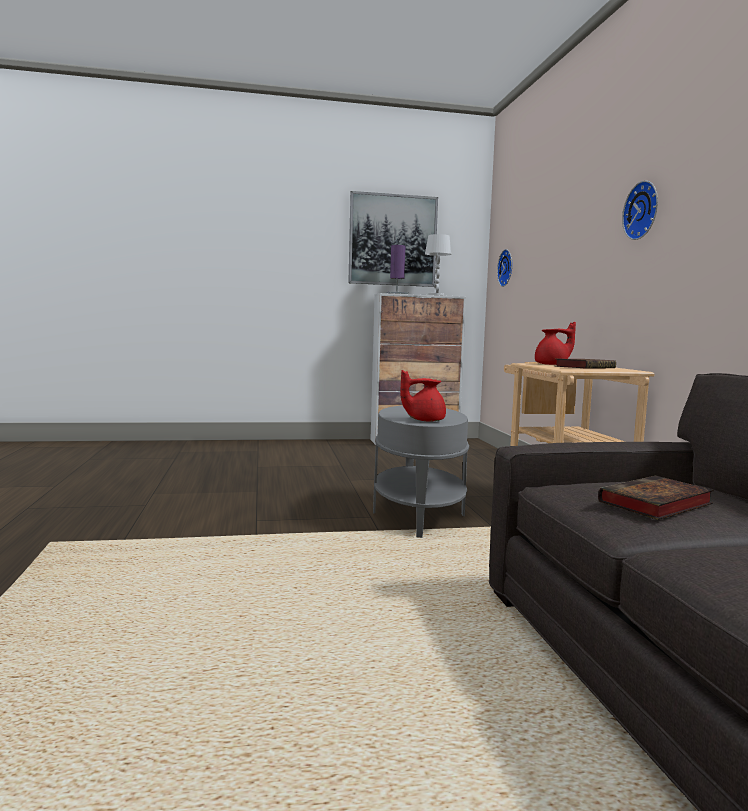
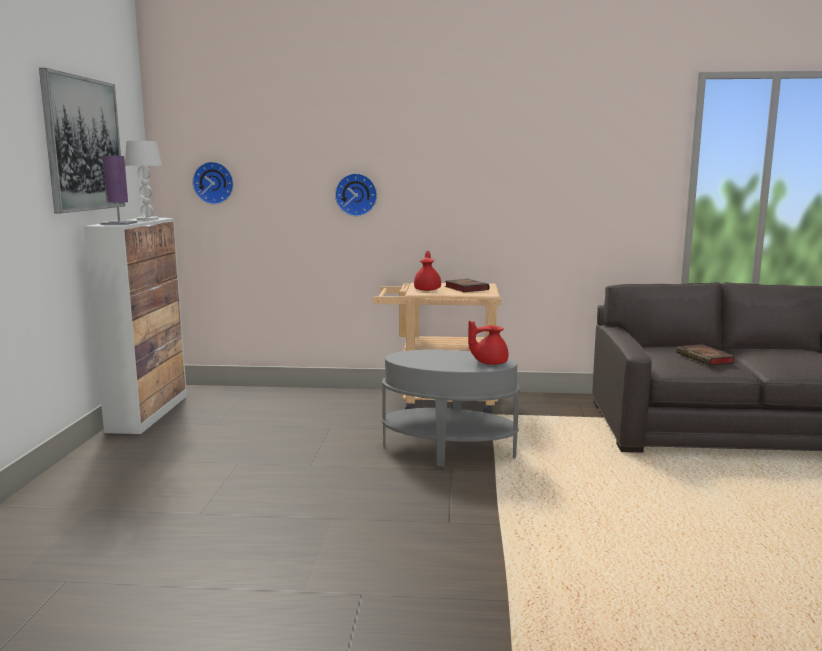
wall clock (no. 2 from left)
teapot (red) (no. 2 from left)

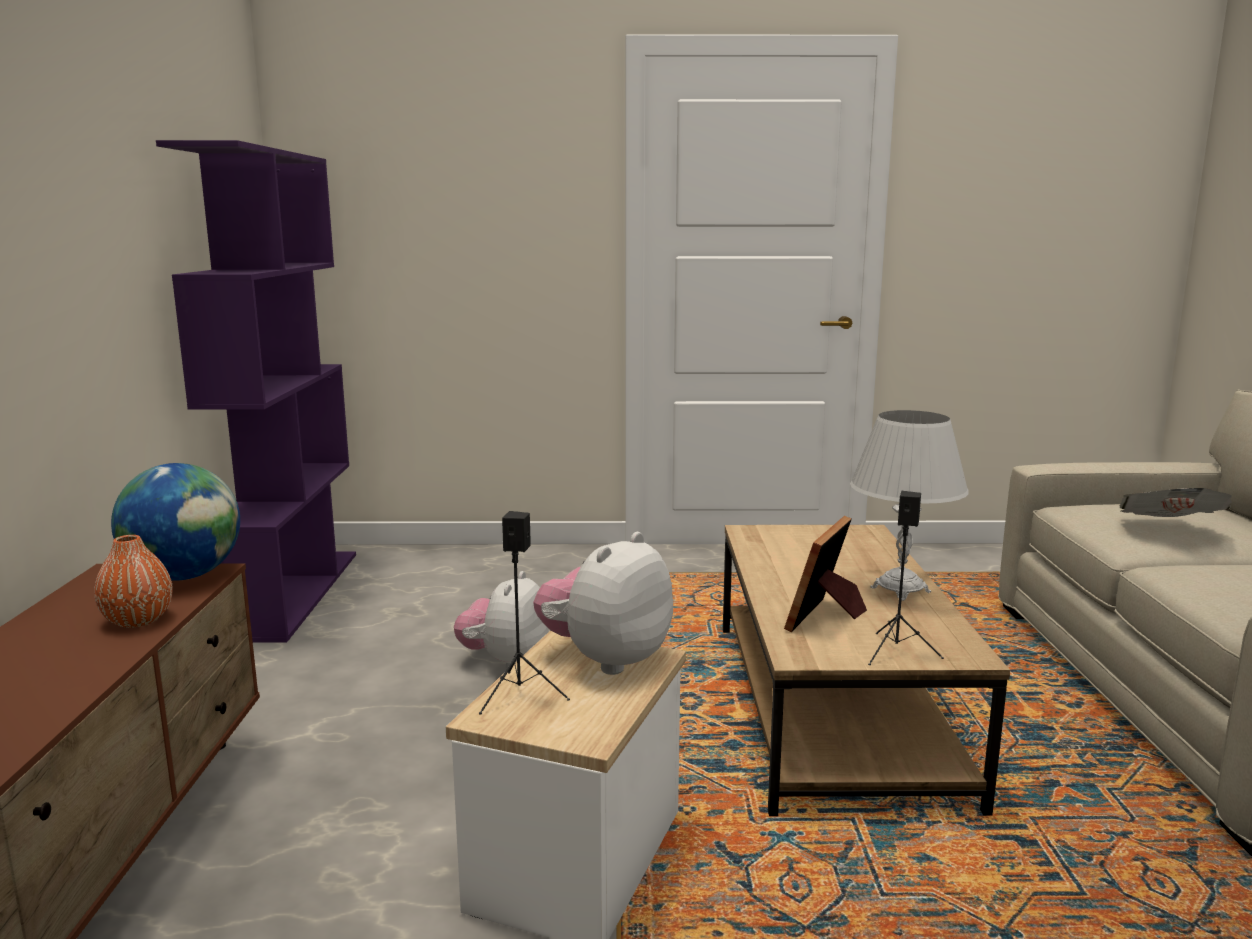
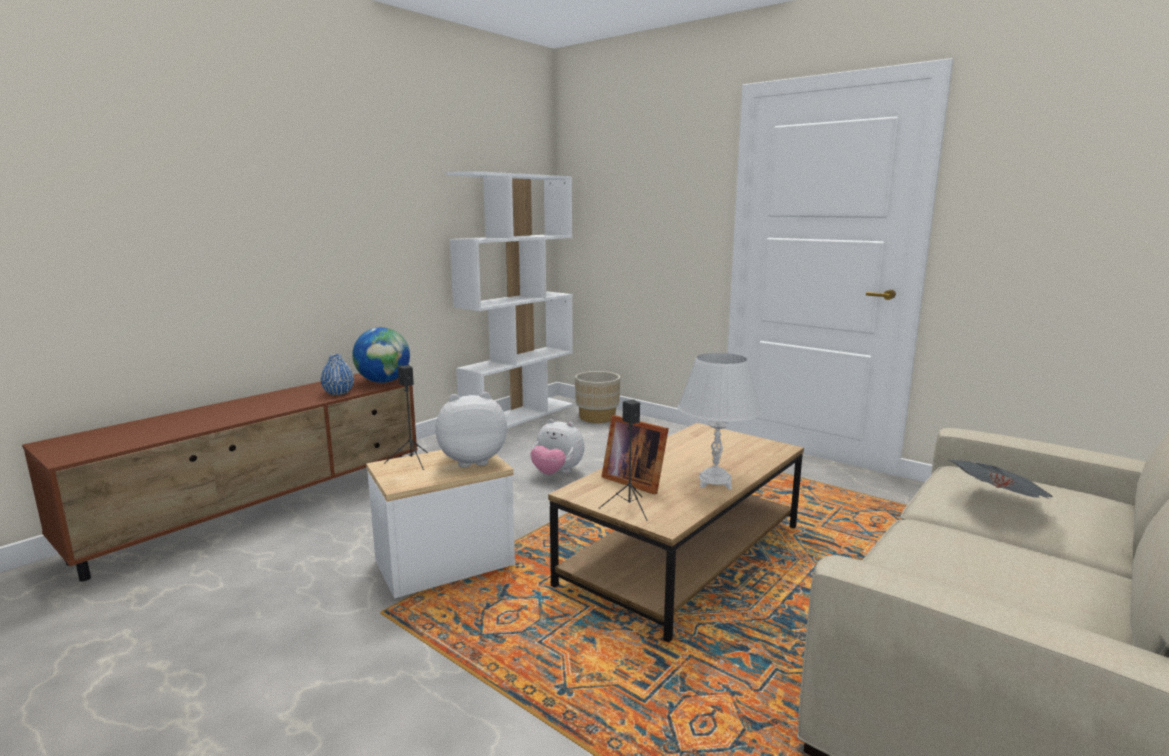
planter (beige)
vase (blue)
bookcase (white)
plush toy (no. 2 from left)
picture frame

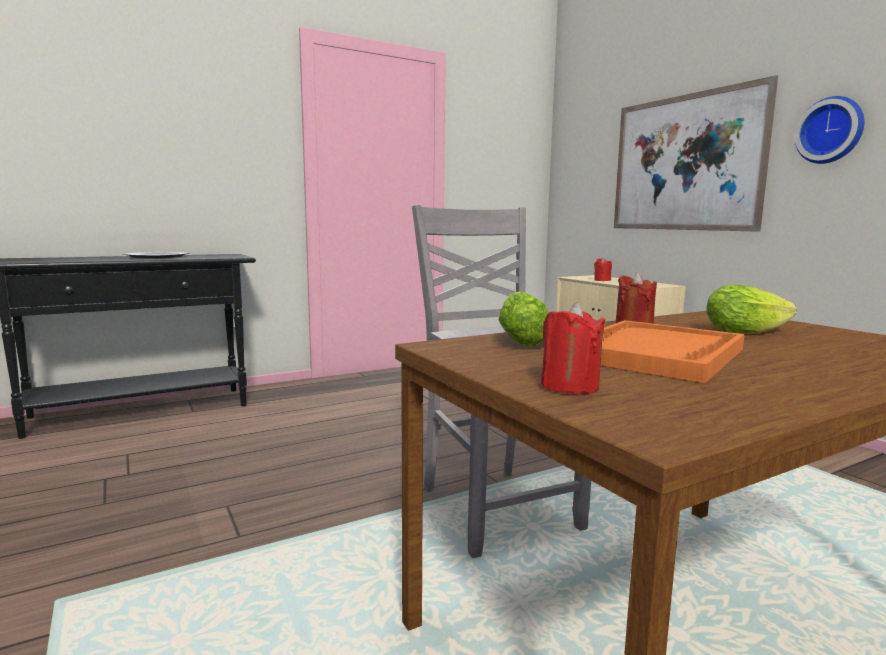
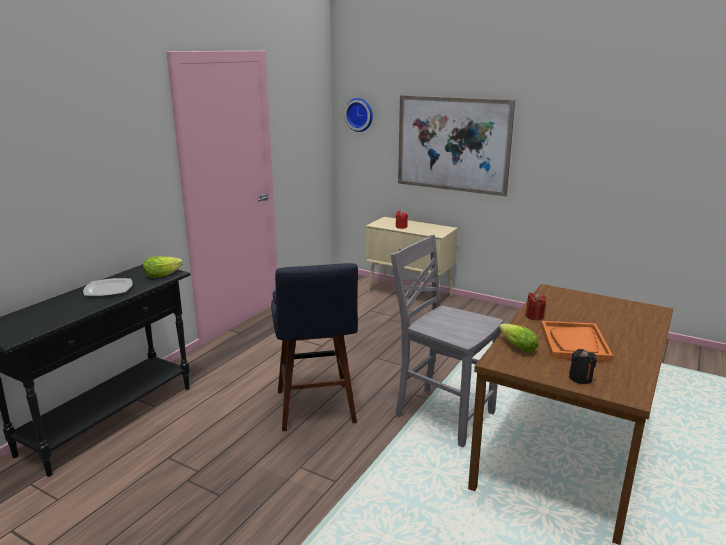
stool (blue)
lettuce (no. 1 from left)
wall clock
candle (black)

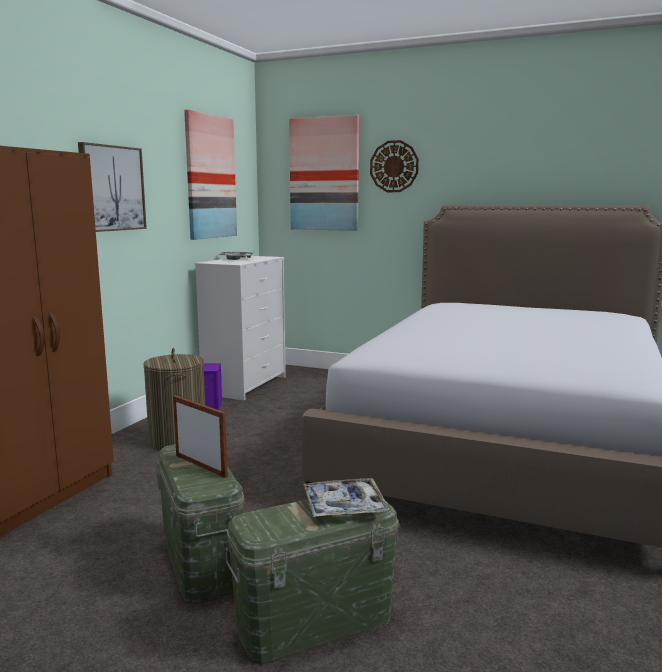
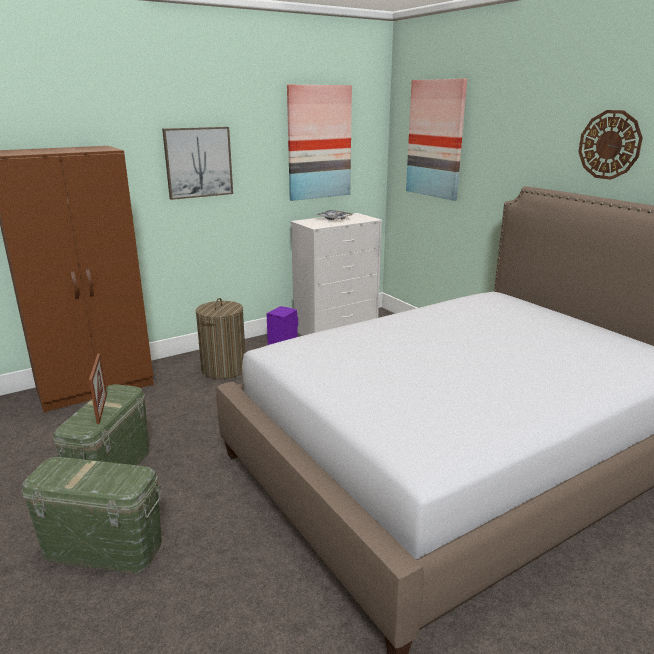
tray (no. 2 from left in the first image)
wall clock

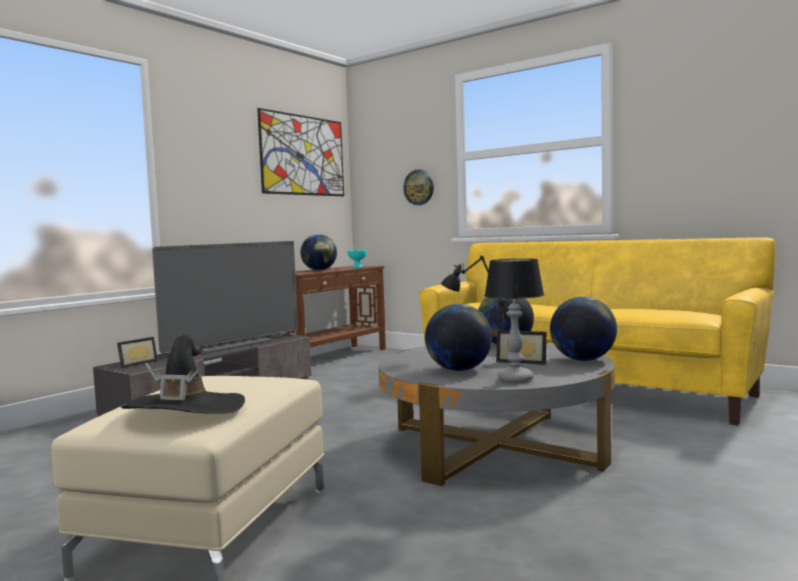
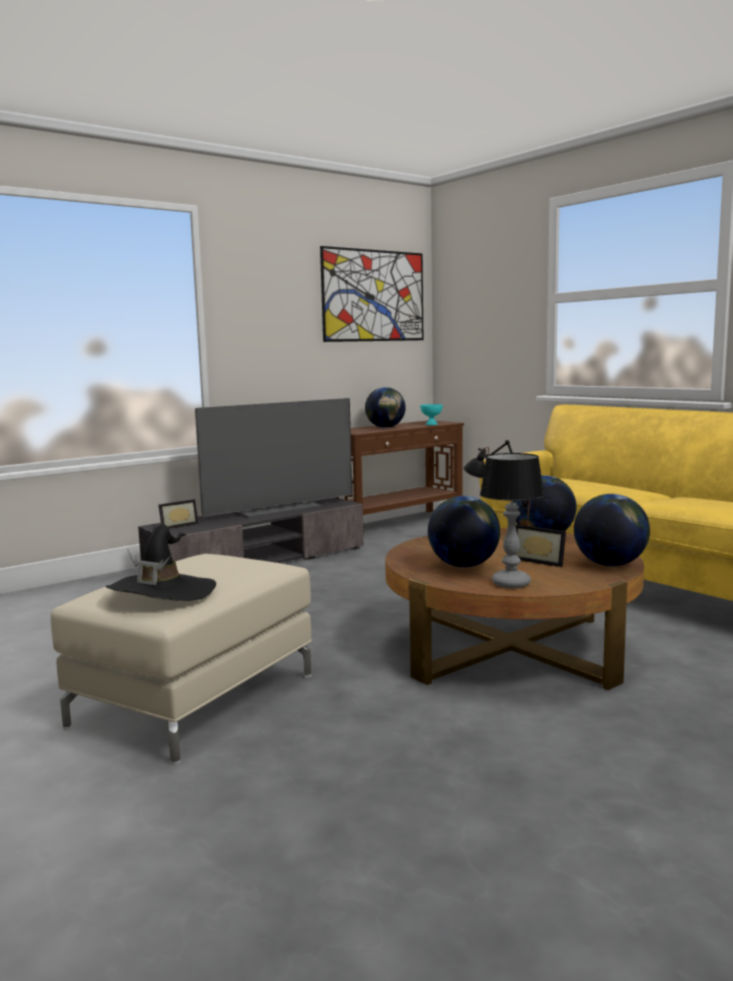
wall clock
coffee table (brown)

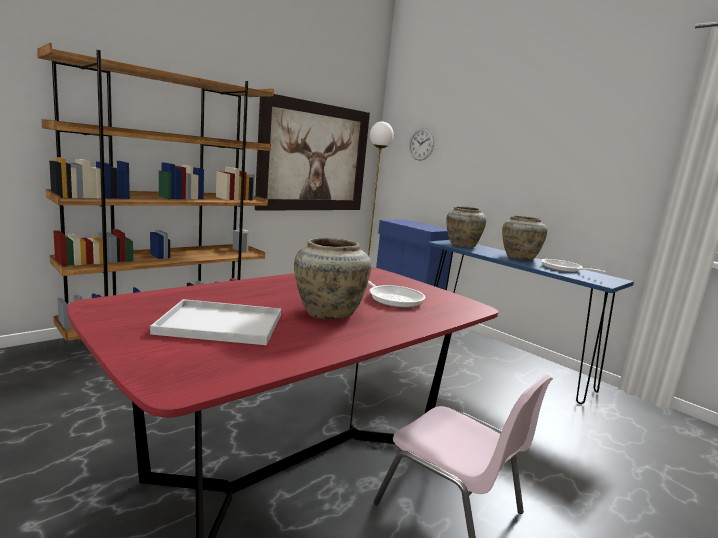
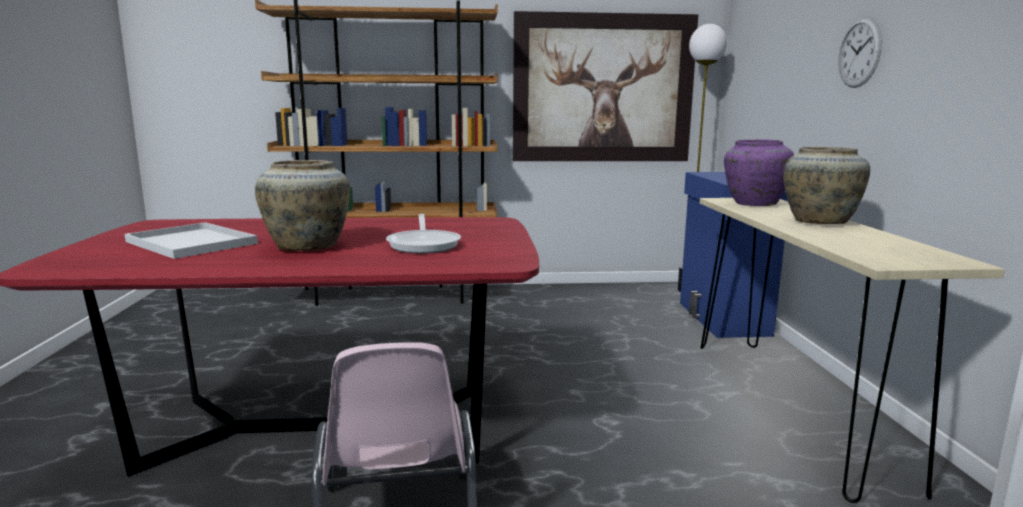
frying pan (no. 2 from left in the first image)
wall clock
console table (beige)
vase (purple)

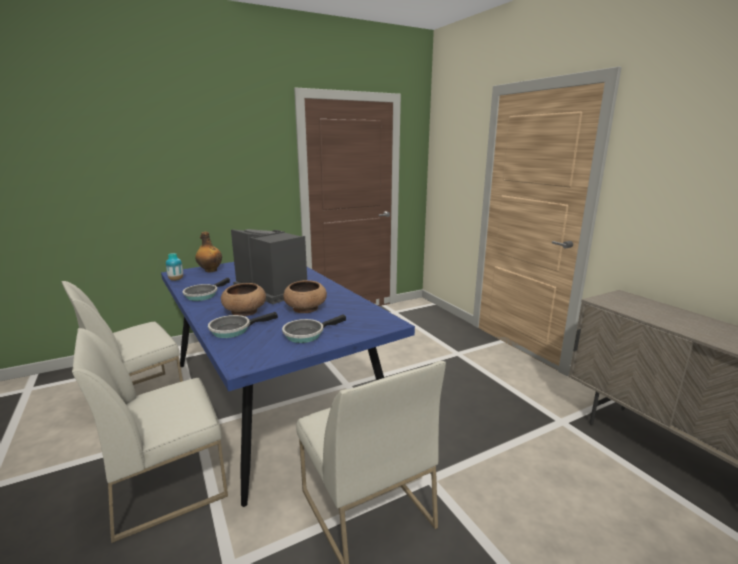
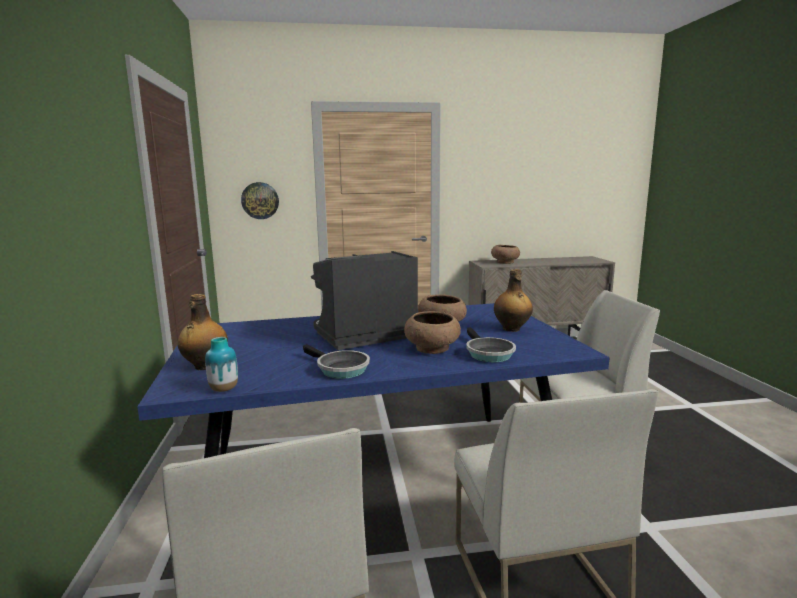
wall clock
bowl (brown) (no. 3 from left)
bottle (no. 2 from left)

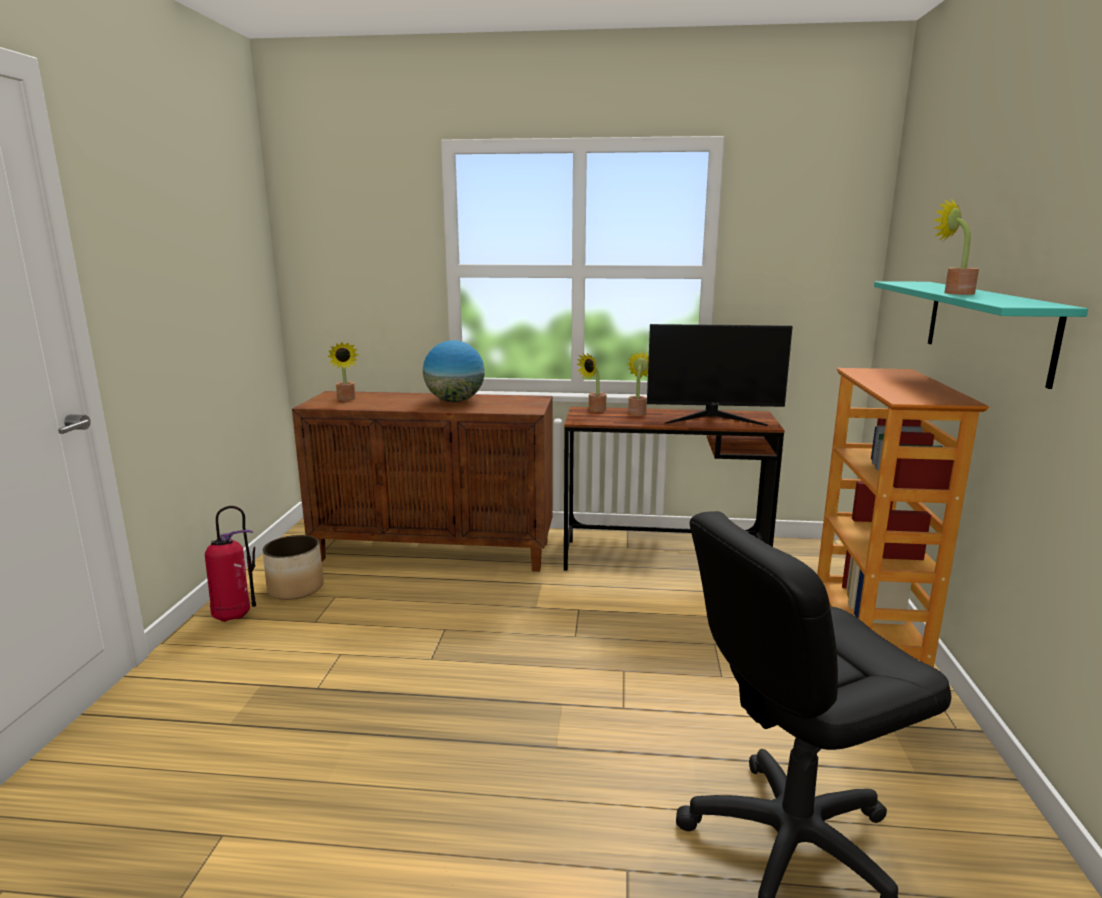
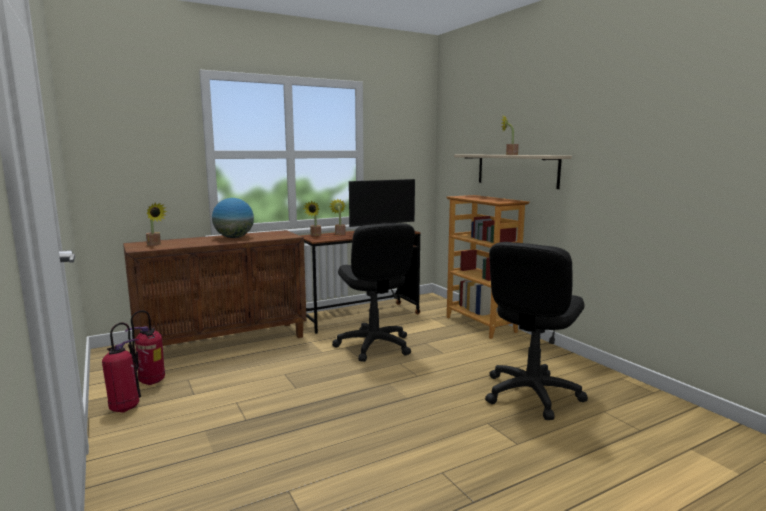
office chair (black) (no. 1 from left)
fire extinguisher (no. 2 from left)
shelf (beige)

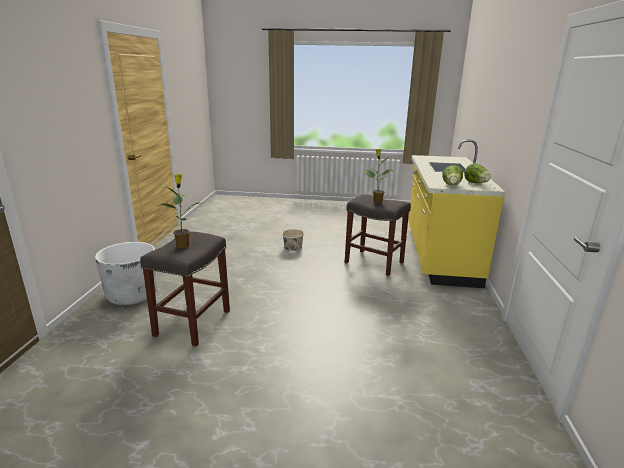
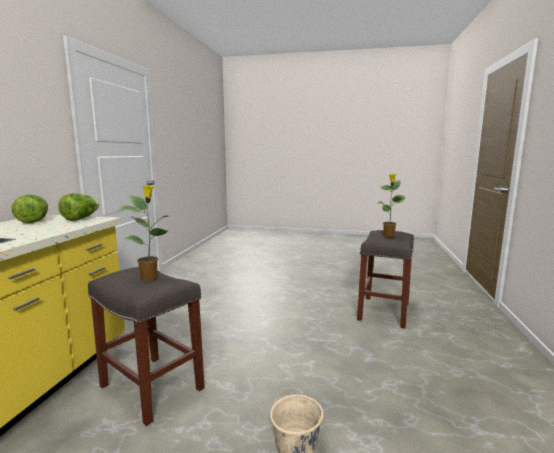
planter (white)

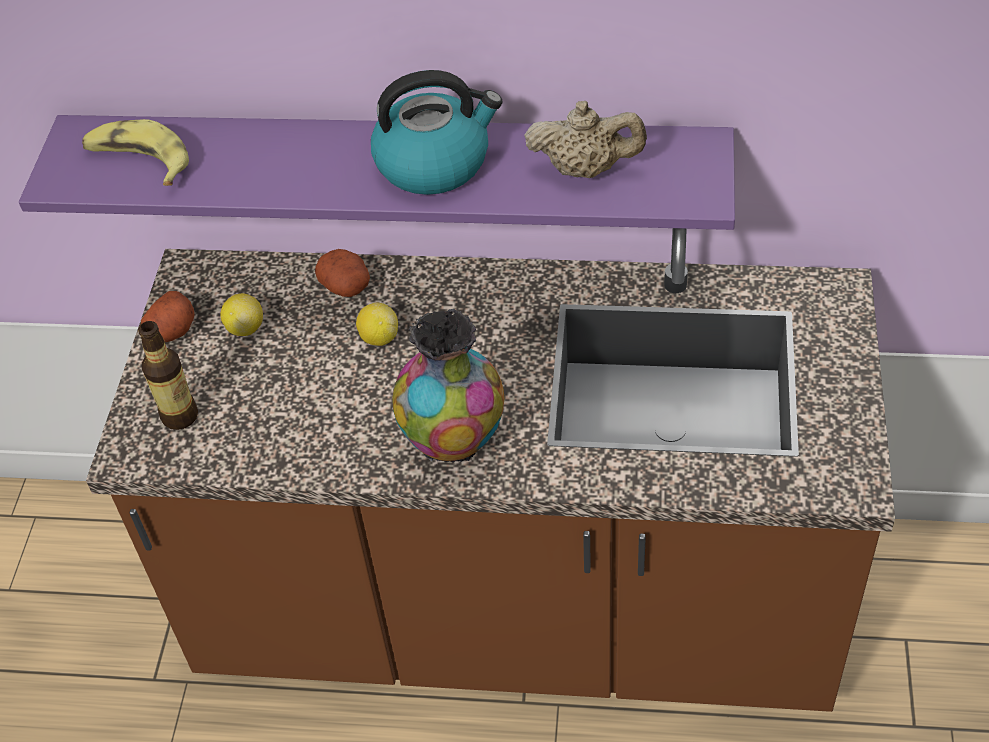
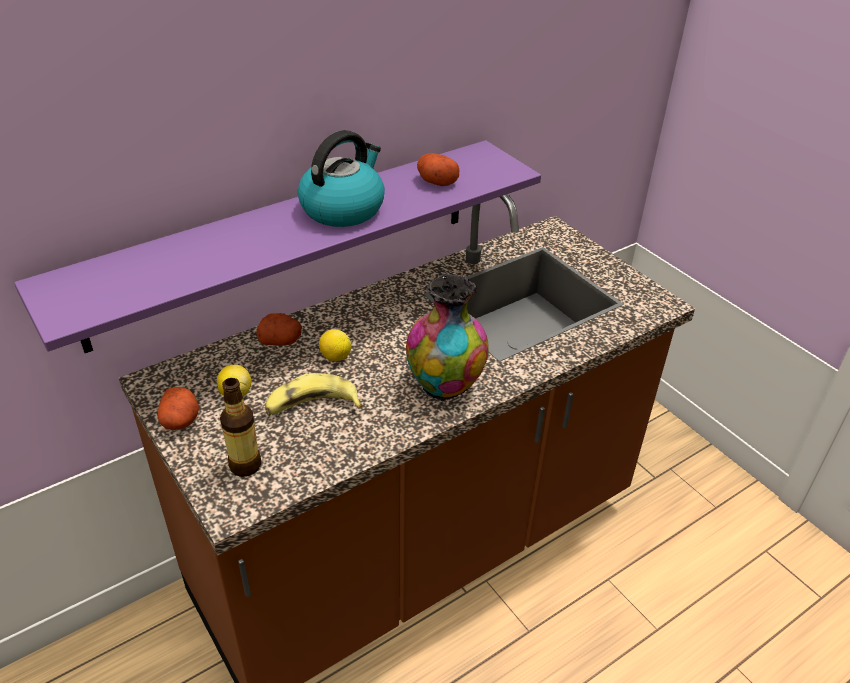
banana
potato (no. 3 from left)

